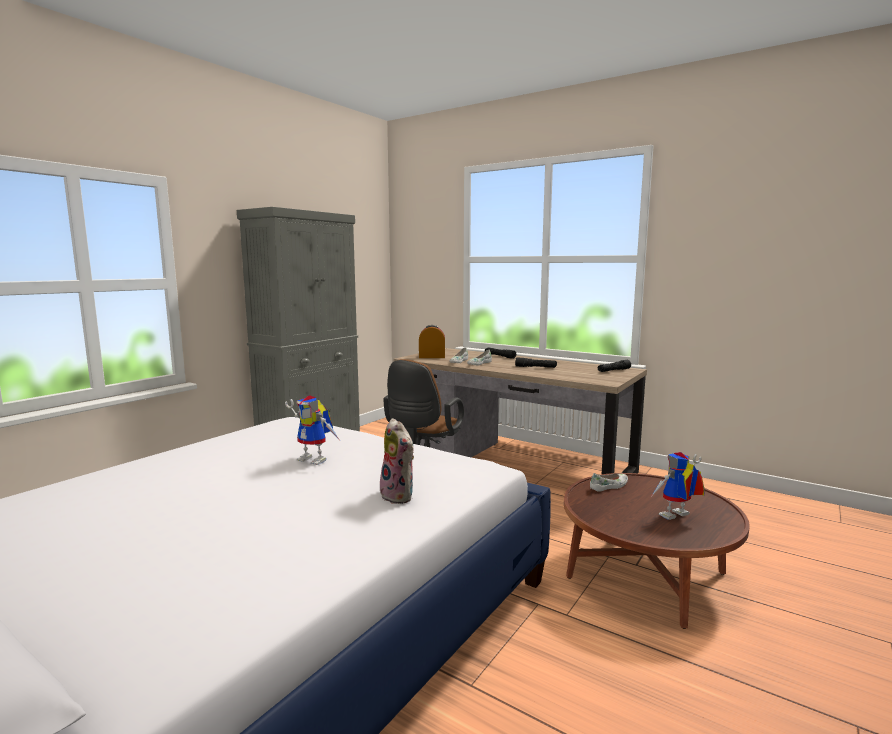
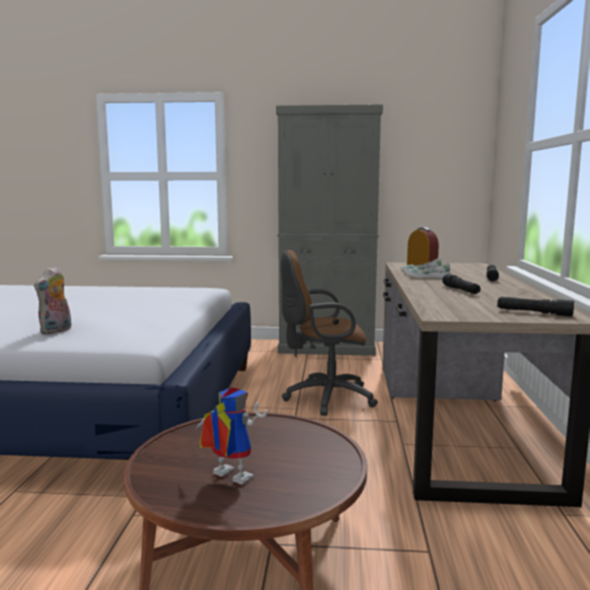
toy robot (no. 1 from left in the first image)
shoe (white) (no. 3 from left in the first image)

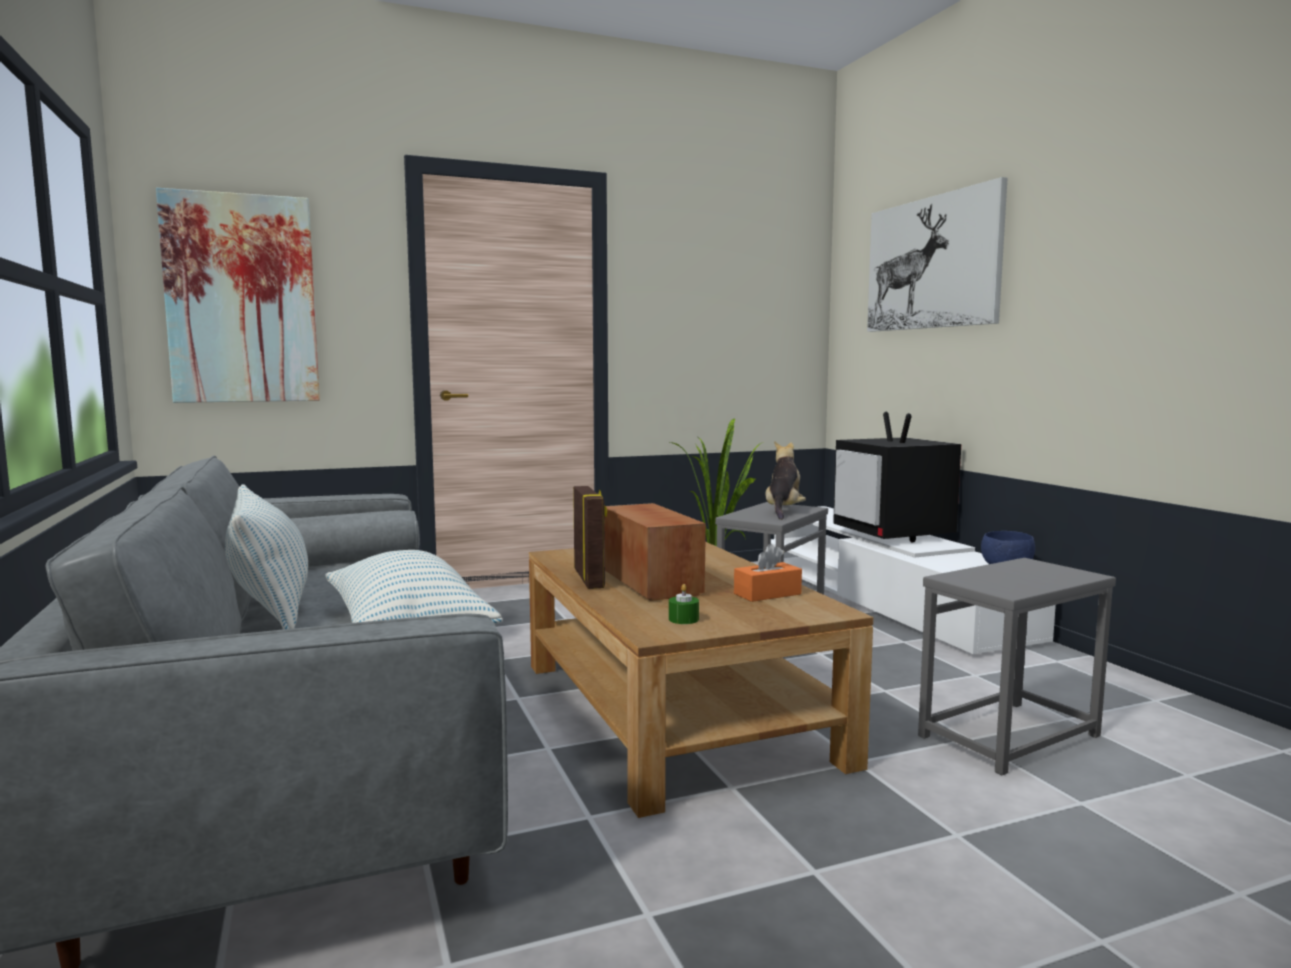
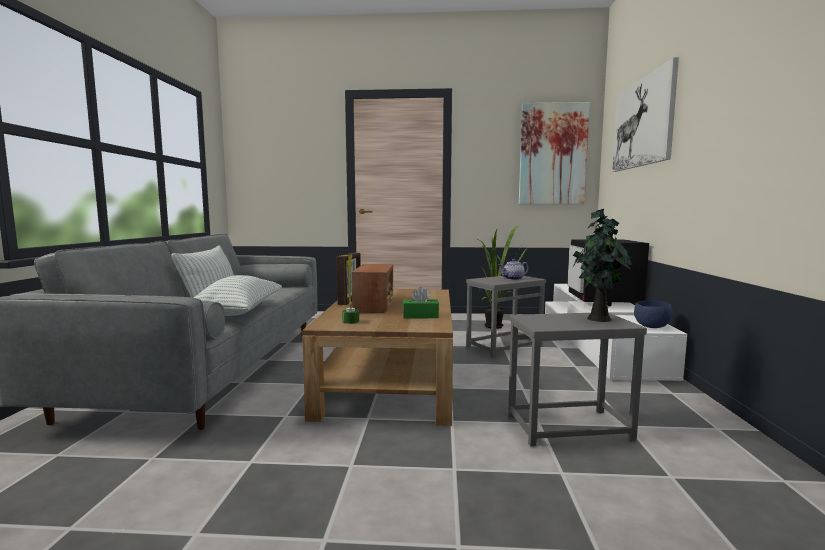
potted plant (no. 2 from left)
picture (no. 1 from left)
teapot
tissue box (green)

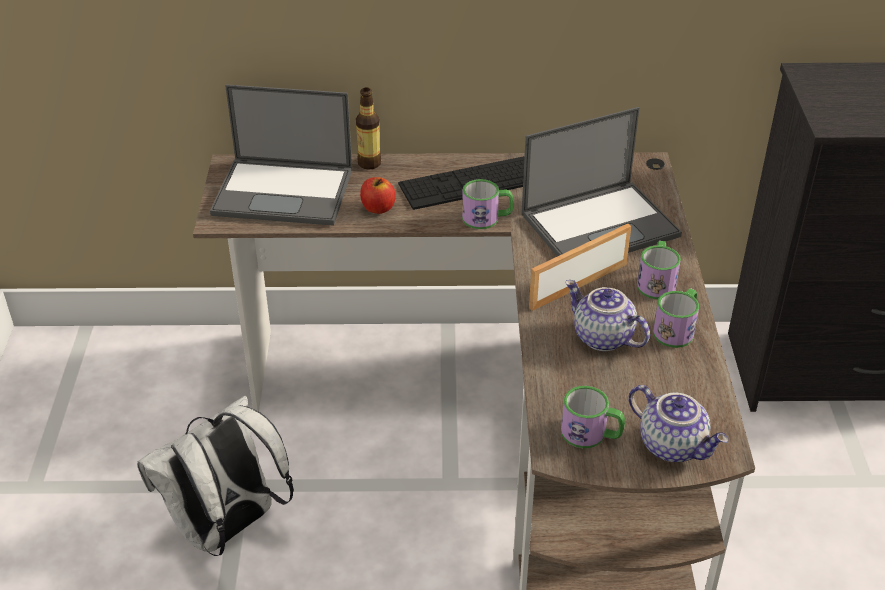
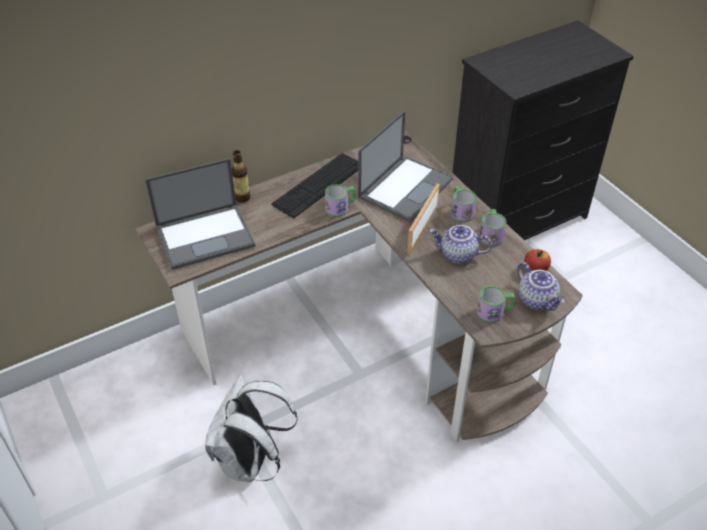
apple
teapot (no. 2 from left)

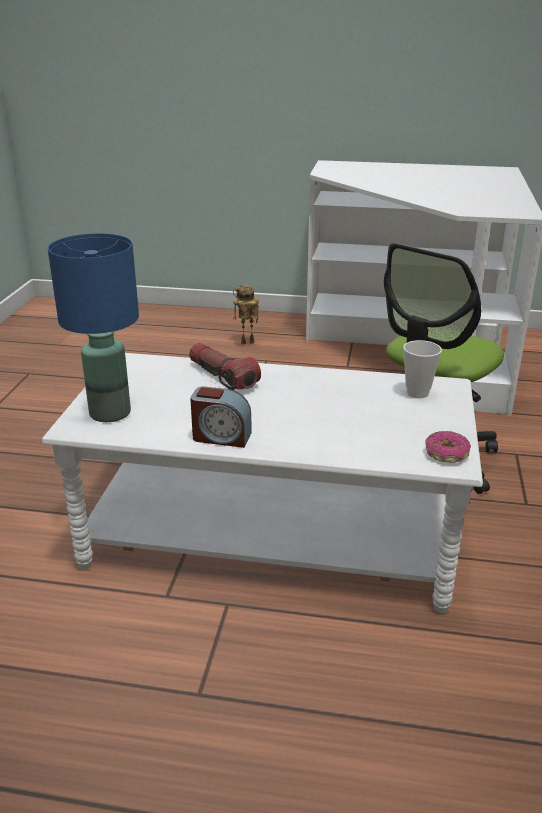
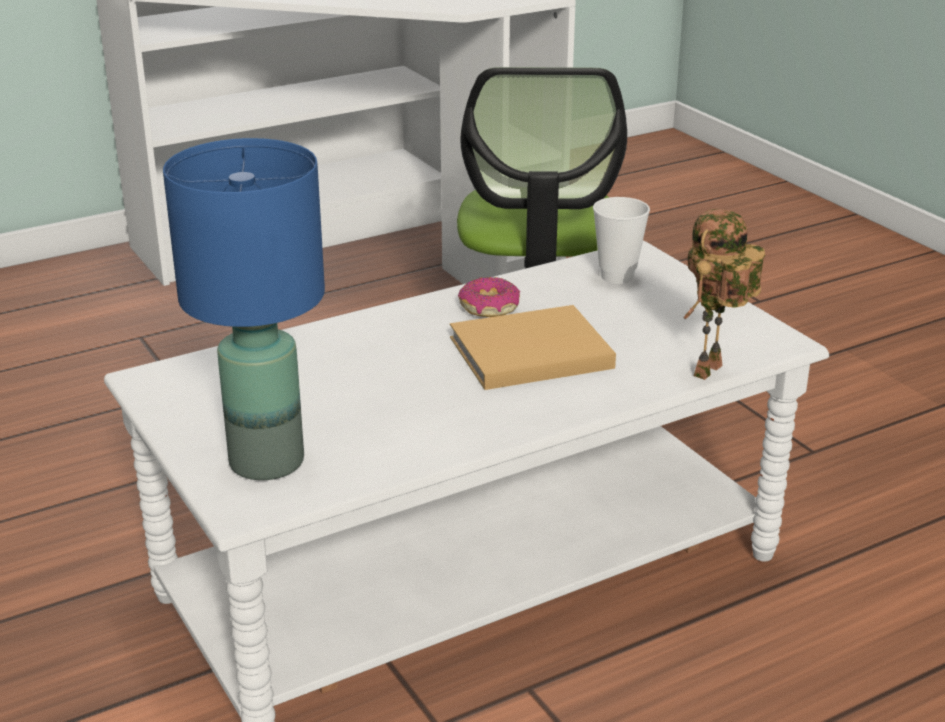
flashlight
alarm clock
book (beige)
toy robot
donut

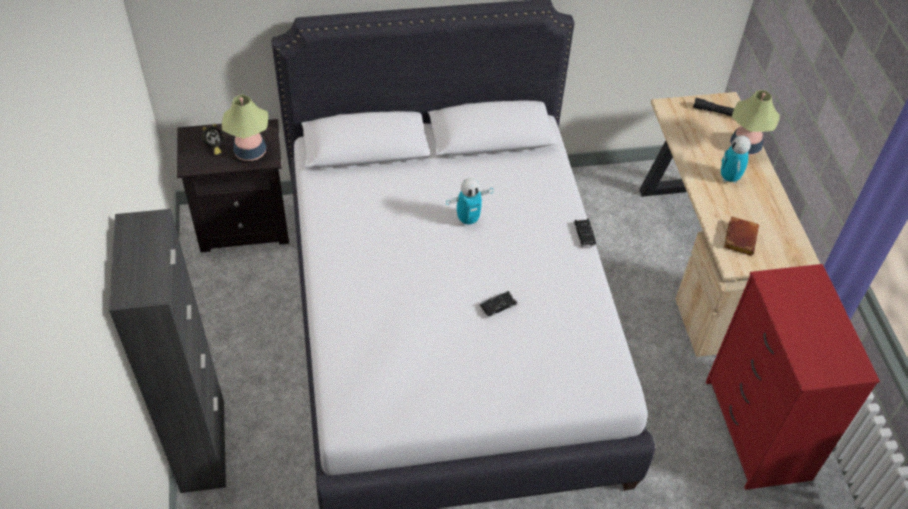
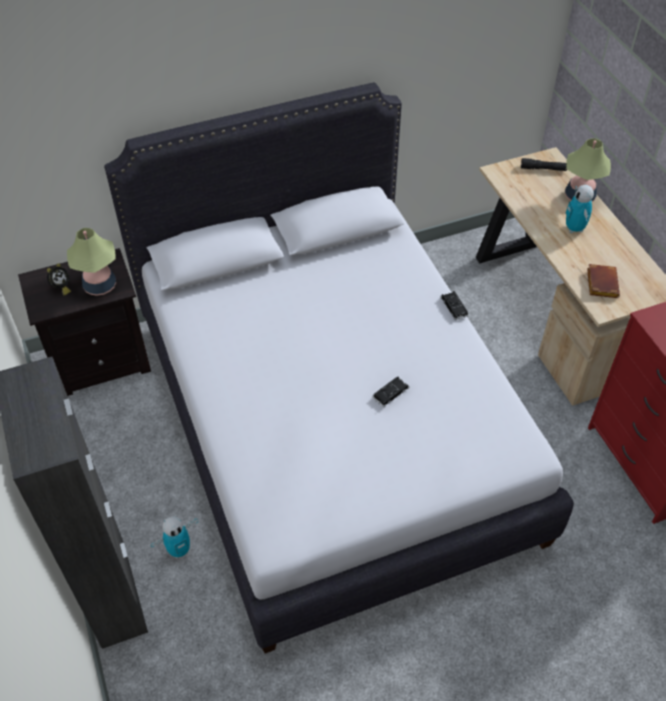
toy robot (no. 1 from left)

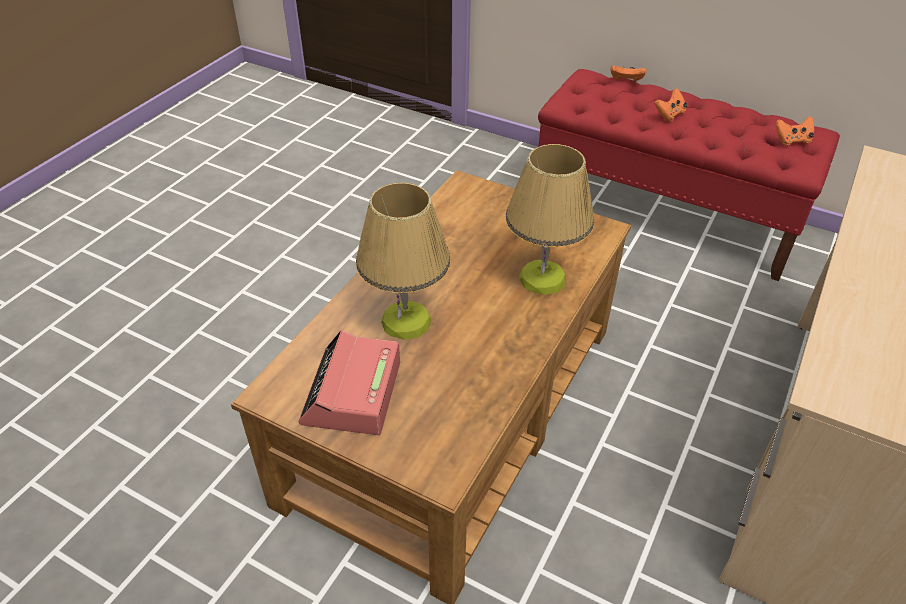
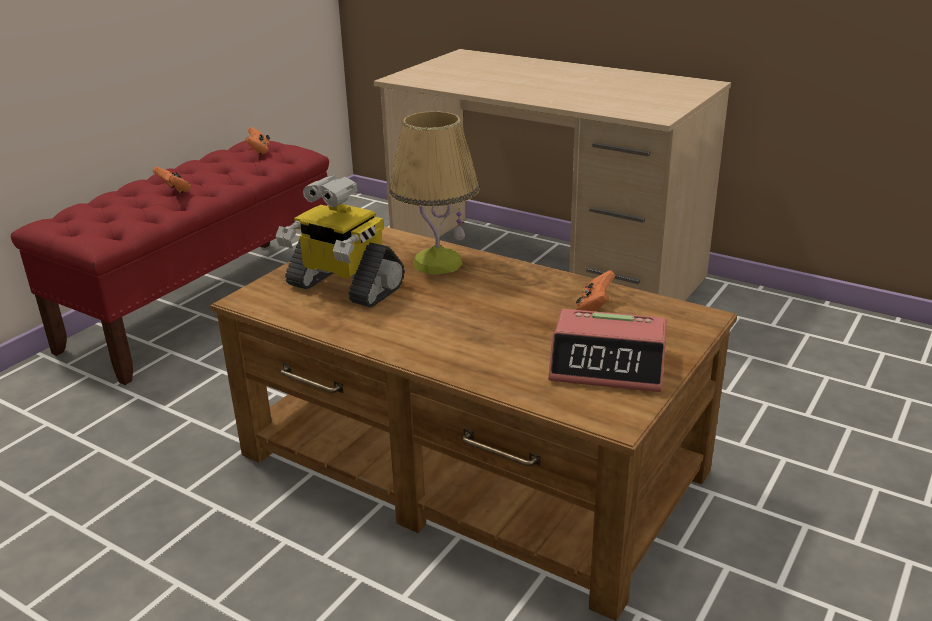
table lamp (no. 1 from left in the first image)
toy robot
game controller (orange) (no. 3 from left)

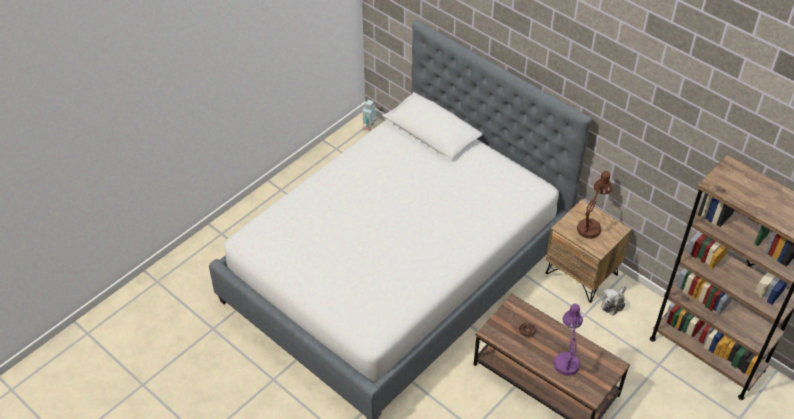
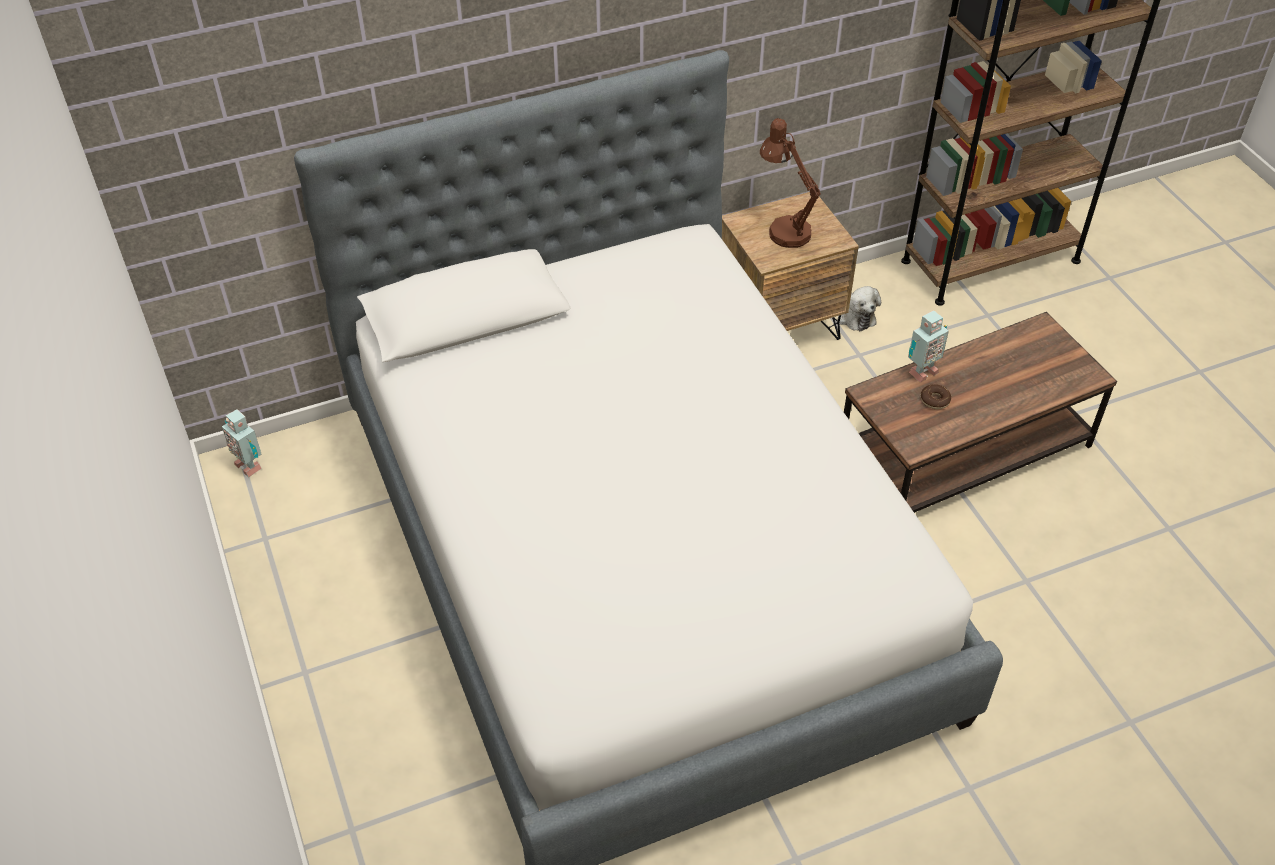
table lamp (purple)
toy robot (no. 2 from left)

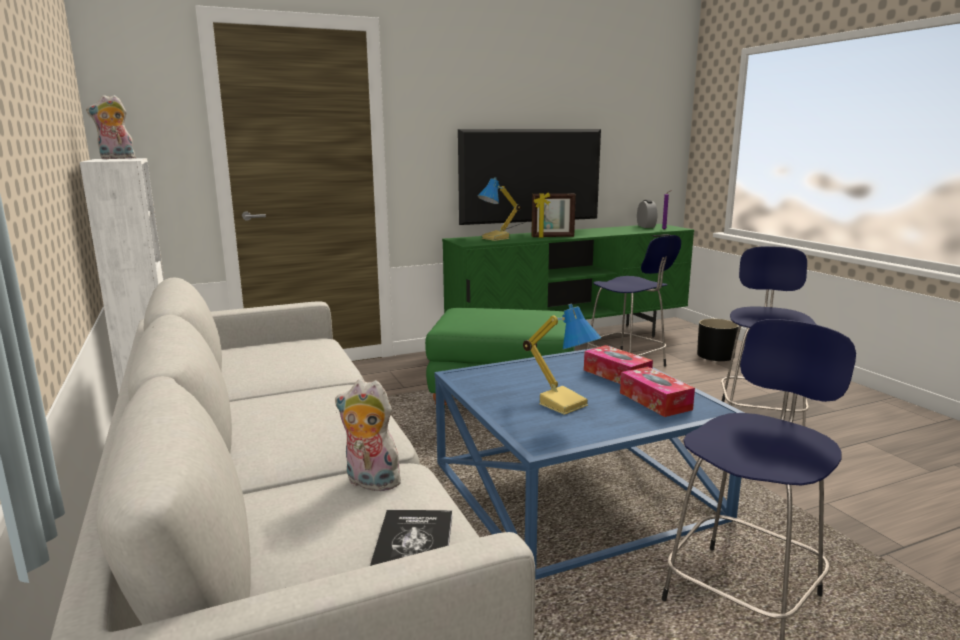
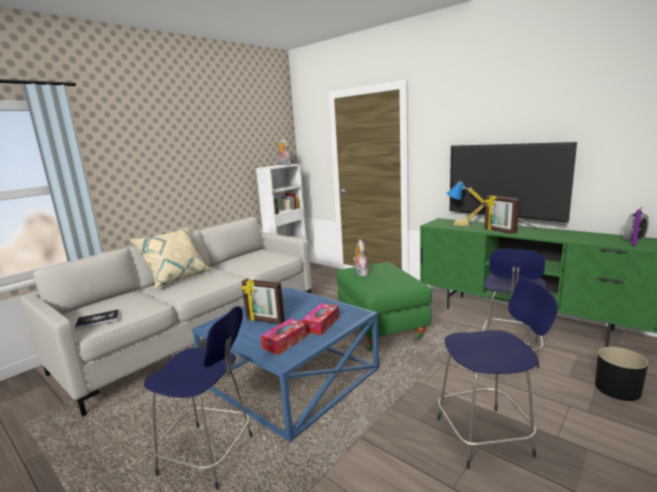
pillow (beige)
plush toy (no. 2 from left)
picture frame (no. 1 from left)

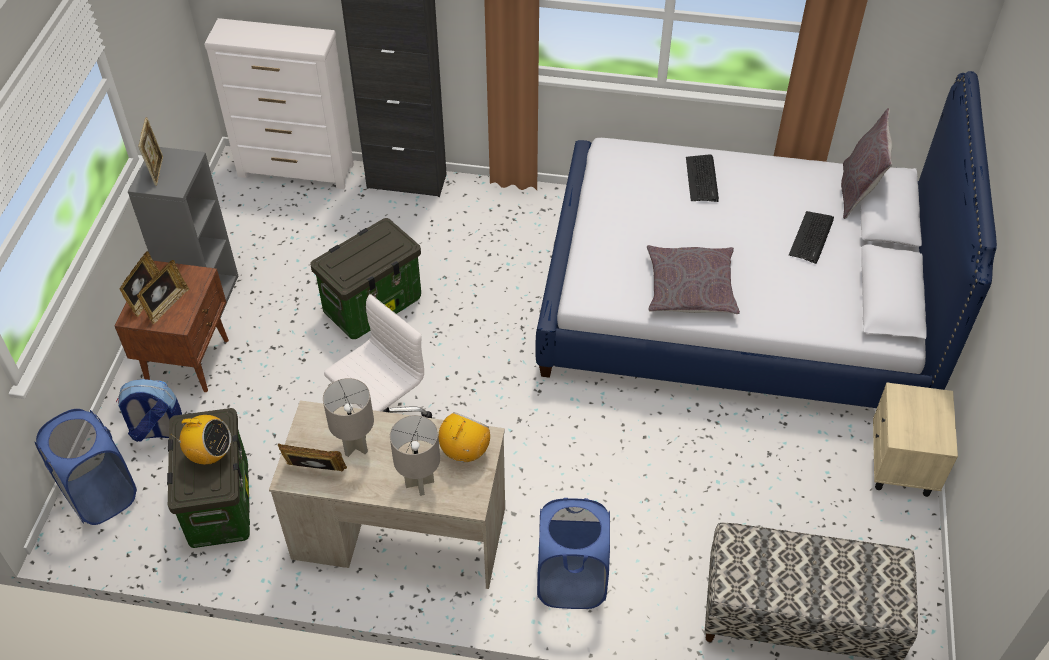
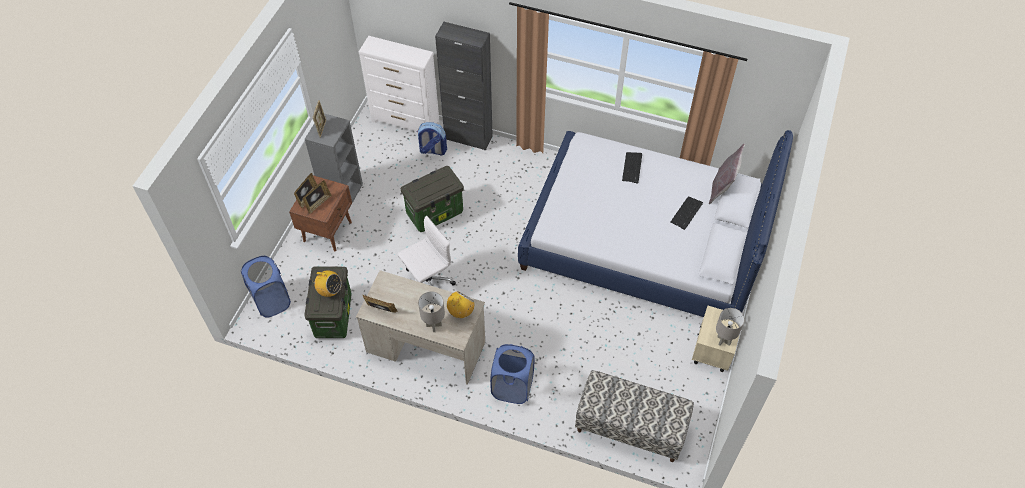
pillow (grey) (no. 1 from left in the first image)
backpack
table lamp (grey) (no. 2 from left)

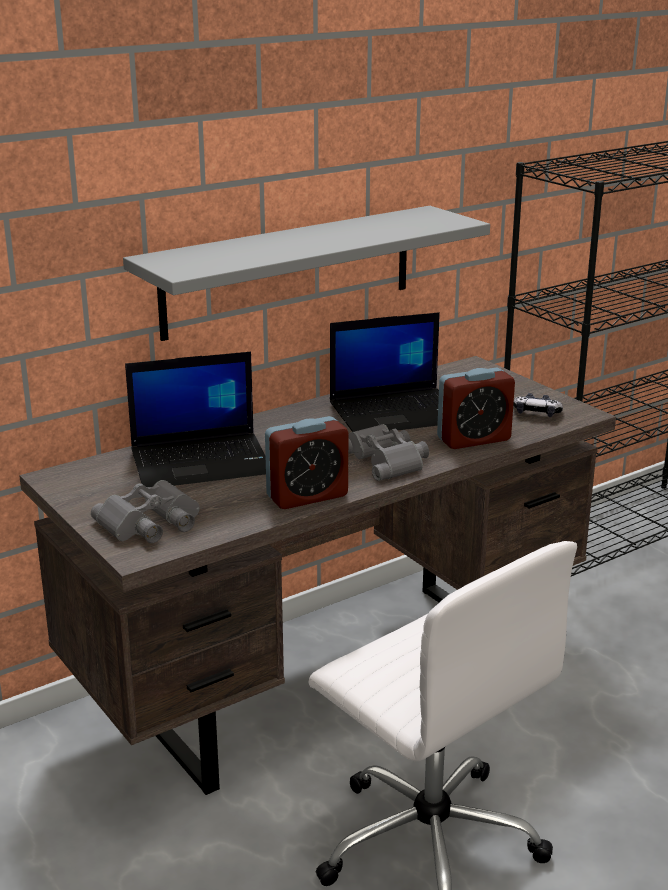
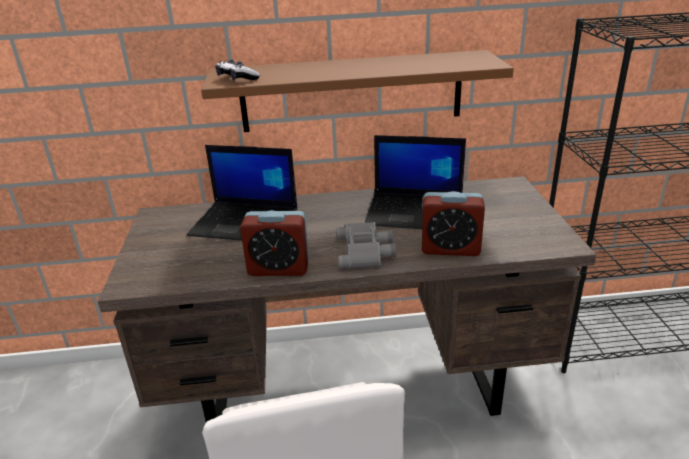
binoculars (grey) (no. 1 from left in the first image)
game controller
shelf (brown)

